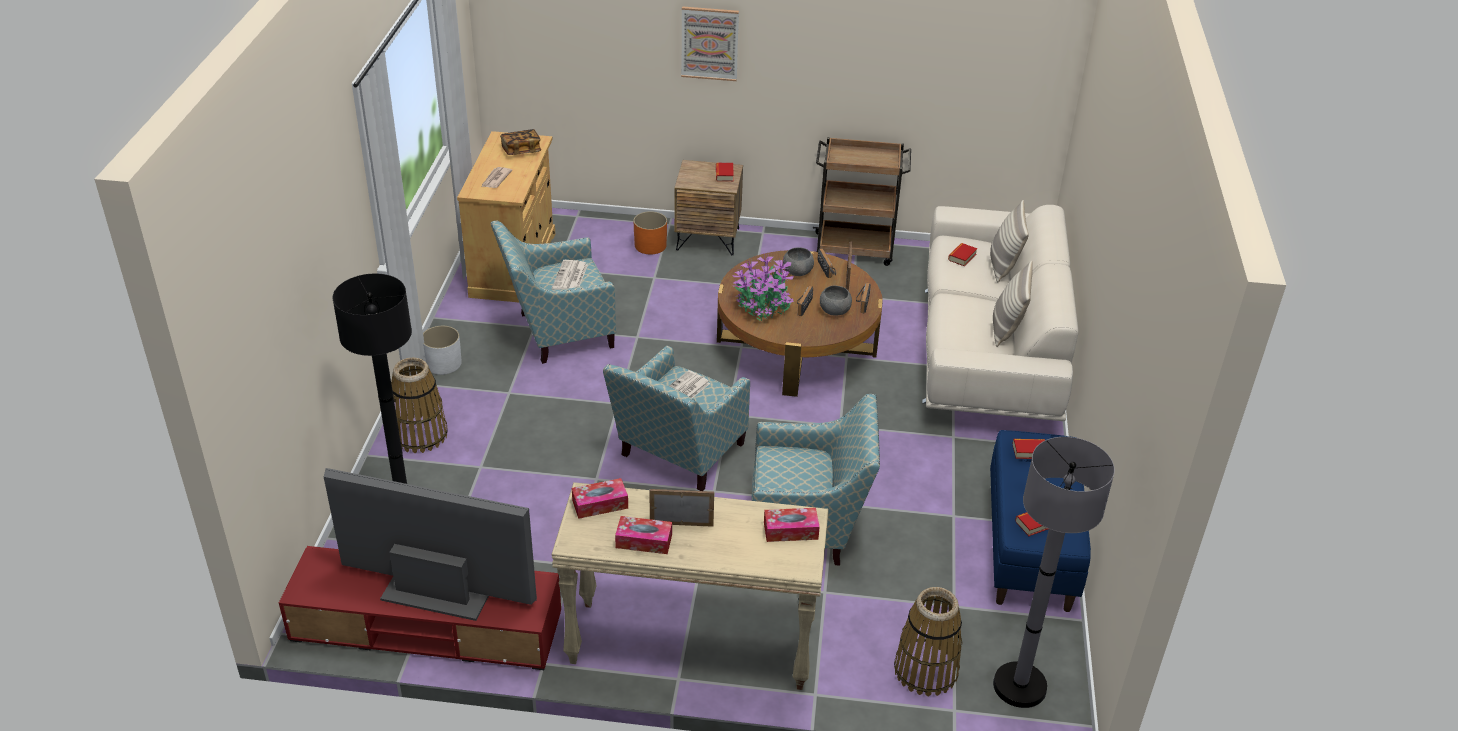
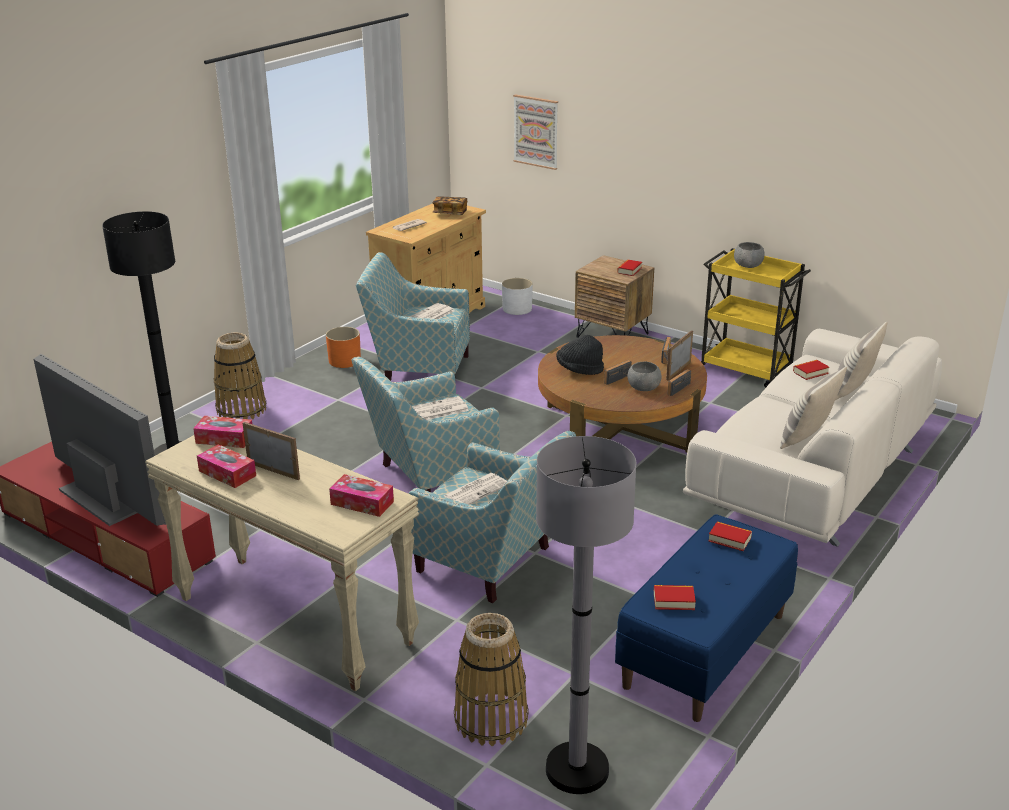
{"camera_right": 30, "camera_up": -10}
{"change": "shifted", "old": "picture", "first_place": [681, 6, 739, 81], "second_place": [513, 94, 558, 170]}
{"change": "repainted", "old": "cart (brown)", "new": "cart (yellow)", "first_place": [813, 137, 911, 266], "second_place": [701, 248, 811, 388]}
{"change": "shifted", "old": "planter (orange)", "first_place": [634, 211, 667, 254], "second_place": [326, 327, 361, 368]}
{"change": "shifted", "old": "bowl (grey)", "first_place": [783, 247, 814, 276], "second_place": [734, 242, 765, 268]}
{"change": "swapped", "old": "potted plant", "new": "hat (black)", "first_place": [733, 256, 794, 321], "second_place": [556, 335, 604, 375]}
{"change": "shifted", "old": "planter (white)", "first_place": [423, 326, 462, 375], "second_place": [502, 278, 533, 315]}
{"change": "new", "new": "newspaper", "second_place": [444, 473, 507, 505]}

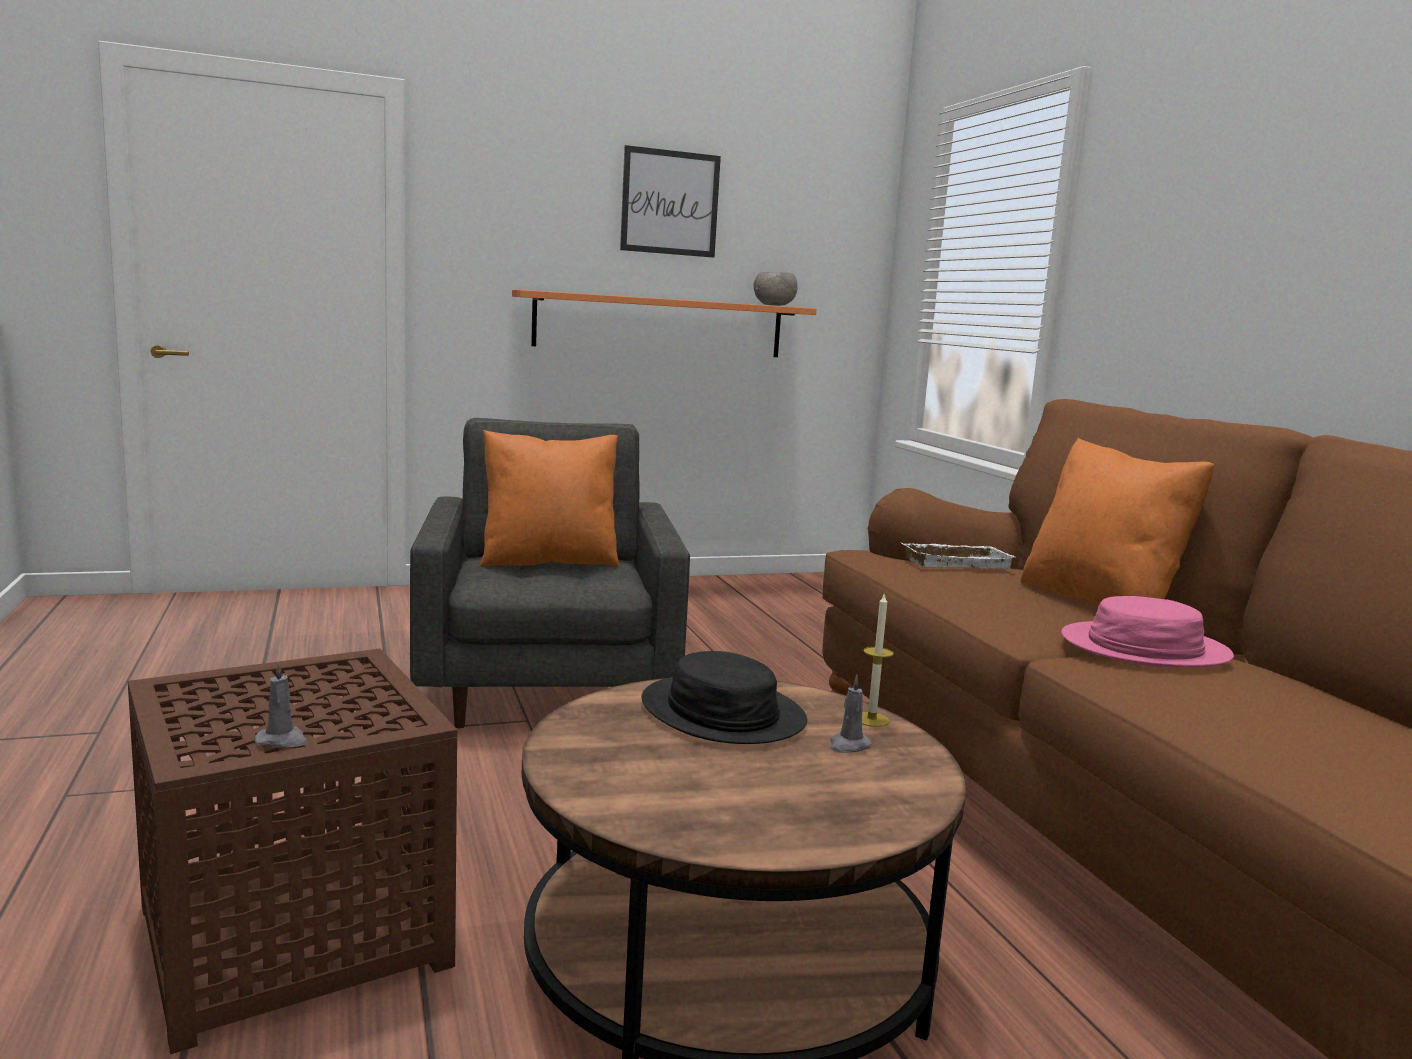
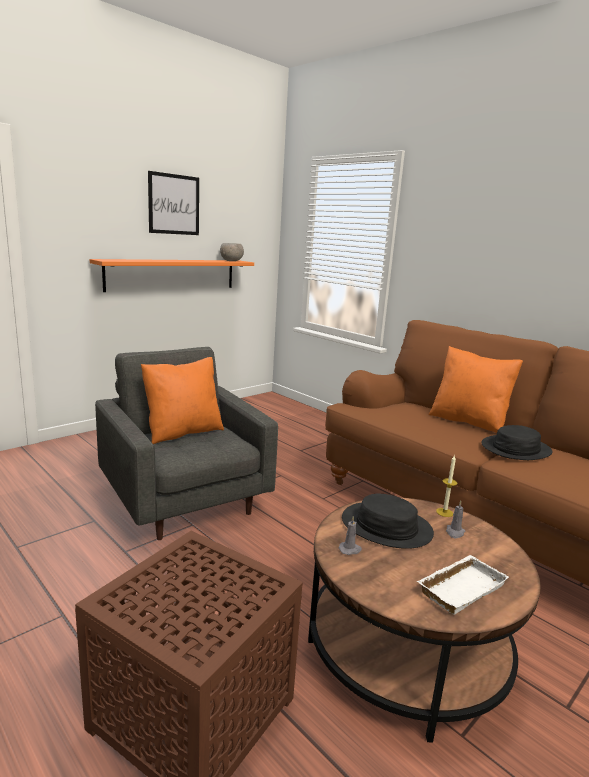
{"camera_right": -25, "camera_up": 5}
{"change": "shifted", "old": "tray (white)", "first_place": [902, 543, 1015, 569], "second_place": [417, 555, 509, 615]}
{"change": "repainted", "old": "hat (pink)", "new": "hat (black)", "first_place": [1061, 596, 1234, 667], "second_place": [481, 425, 552, 460]}
{"change": "shifted", "old": "candle (grey)", "first_place": [255, 661, 308, 748], "second_place": [338, 516, 362, 555]}

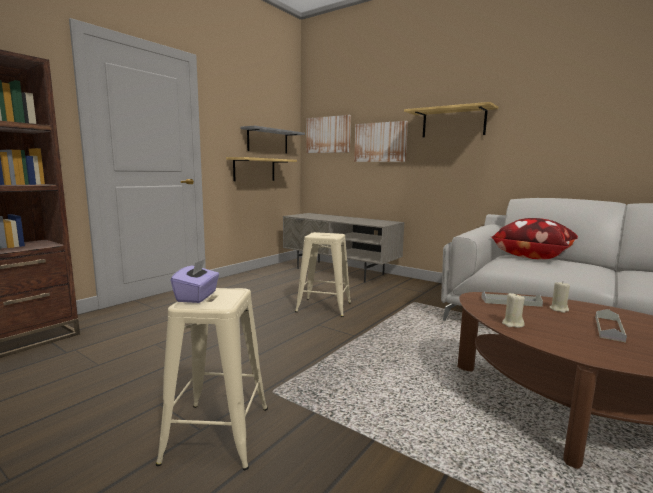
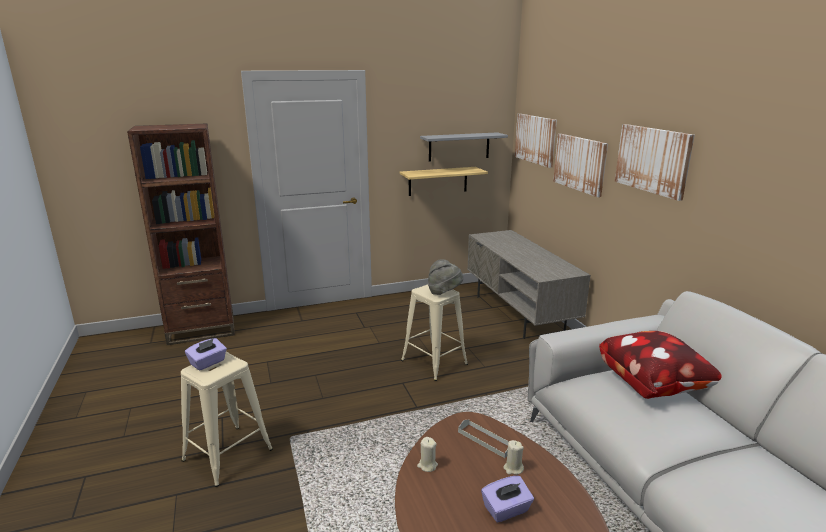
{"camera_right": 35, "camera_up": 10}
{"change": "swapped", "old": "shelf", "new": "picture", "first_place": [404, 102, 498, 137], "second_place": [615, 124, 695, 201]}
{"change": "swapped", "old": "tray (grey)", "new": "tissue box (purple)", "first_place": [595, 309, 627, 342], "second_place": [481, 476, 534, 523]}
{"change": "new", "new": "hat (grey)", "second_place": [428, 259, 463, 295]}

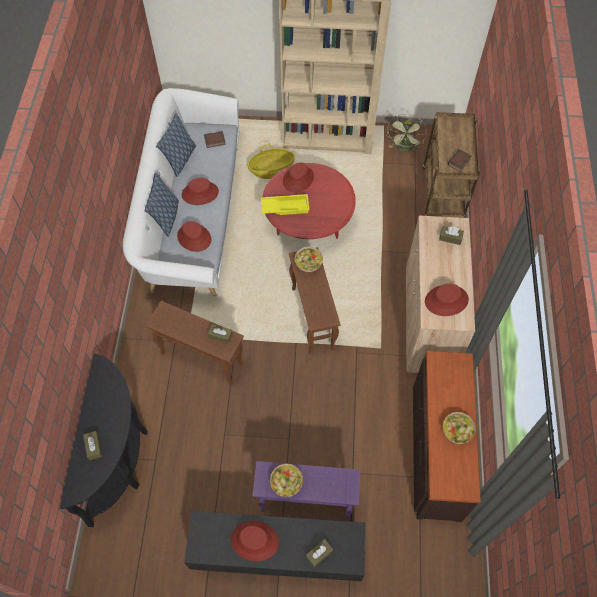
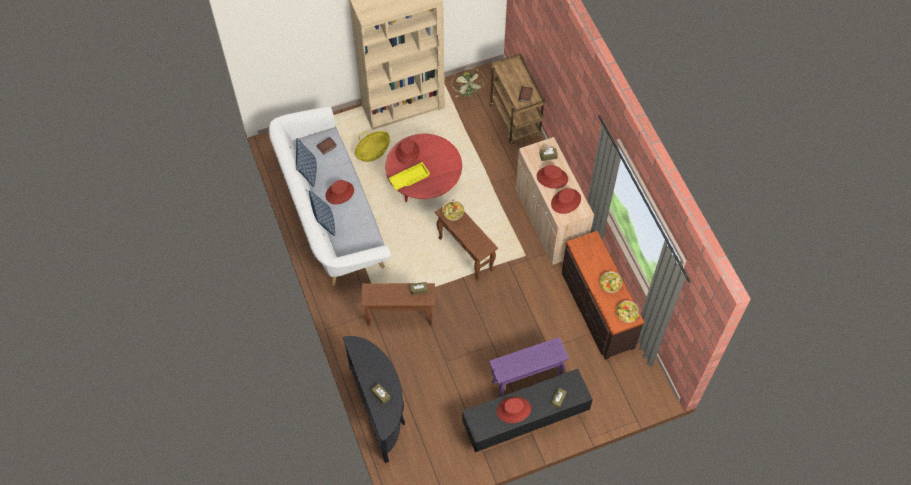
{"camera_right": -25, "camera_up": 0}
{"change": "shifted", "old": "hat (red)", "first_place": [177, 221, 211, 252], "second_place": [537, 165, 568, 189]}
{"change": "shifted", "old": "bowl", "first_place": [270, 464, 303, 497], "second_place": [616, 301, 640, 323]}

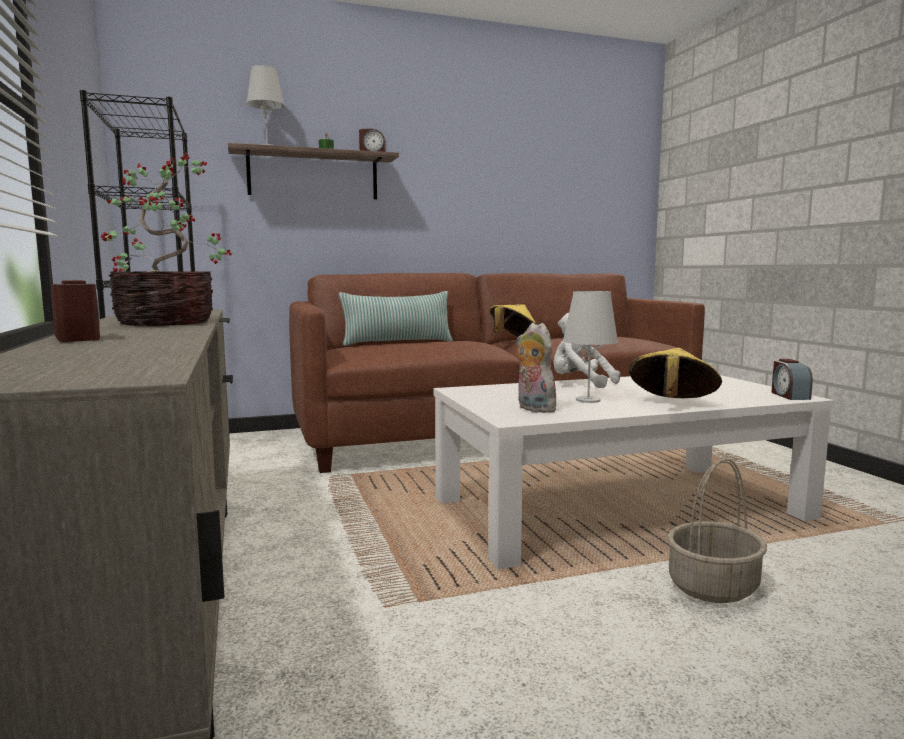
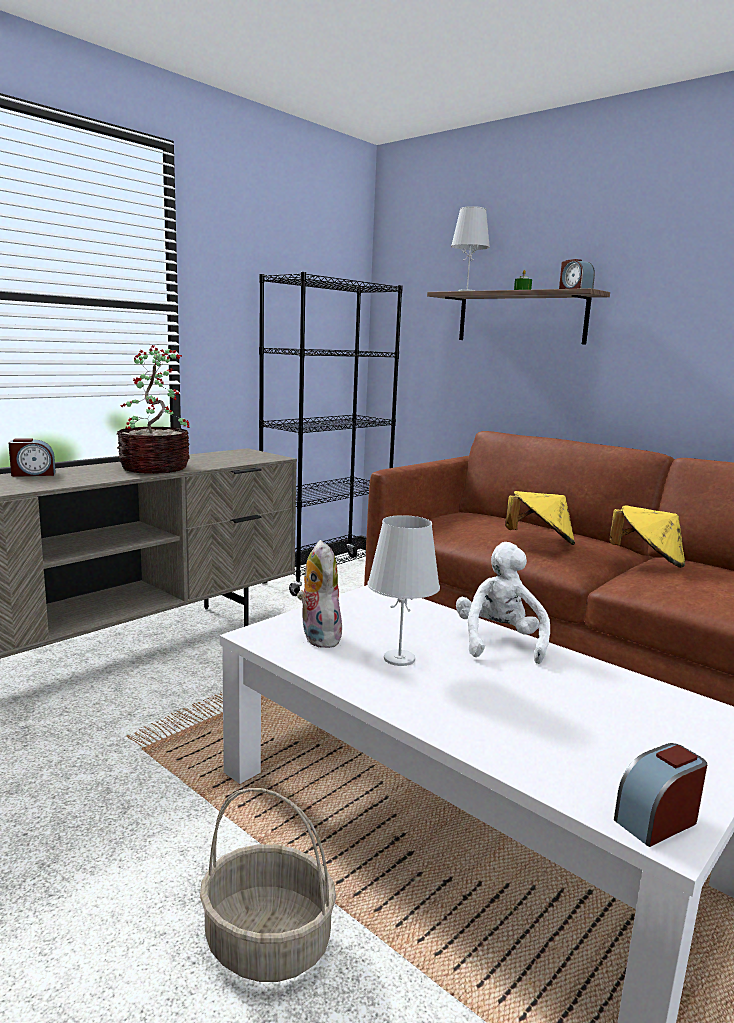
{"camera_right": 60, "camera_up": 5}
{"change": "rotated", "old": "alarm clock", "first_place": [51, 280, 100, 342], "second_place": [9, 438, 56, 477], "degrees": 45}
{"change": "gone", "old": "pillow", "first_place": [339, 291, 453, 346]}
{"change": "rotated", "old": "plush toy", "first_place": [517, 323, 556, 413], "second_place": [297, 540, 342, 648], "degrees": -45}
{"change": "shifted", "old": "hat (yellow)", "first_place": [629, 348, 722, 398], "second_place": [505, 491, 575, 545]}

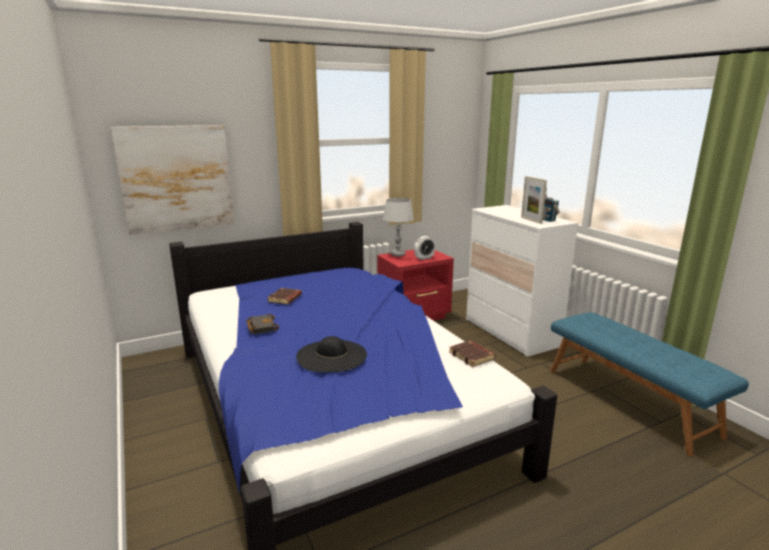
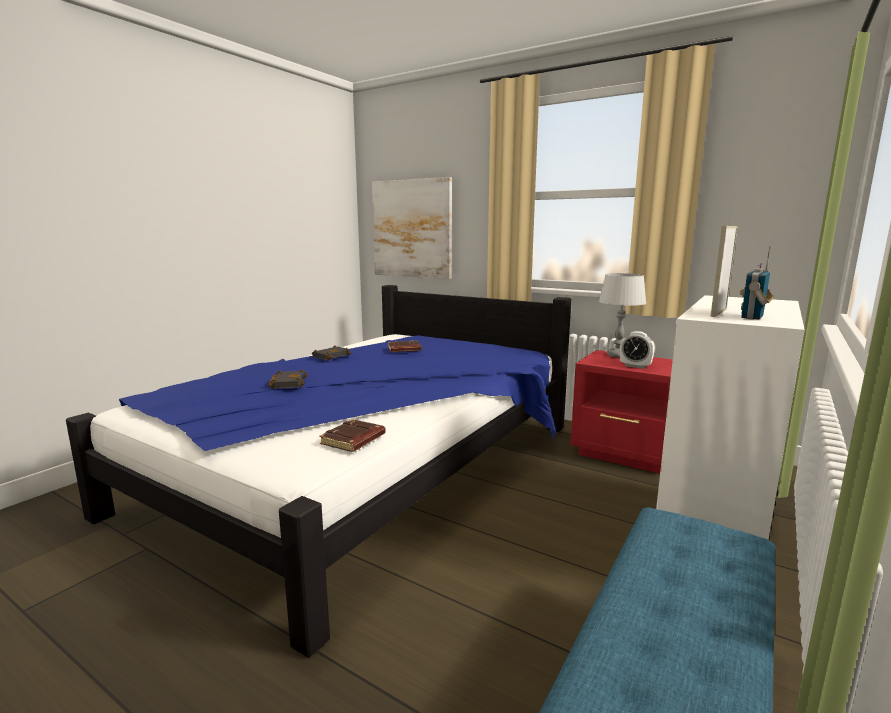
{"camera_right": 60, "camera_up": -5}
{"change": "swapped", "old": "hat (black)", "new": "book (black)", "first_place": [296, 336, 367, 373], "second_place": [268, 370, 308, 389]}

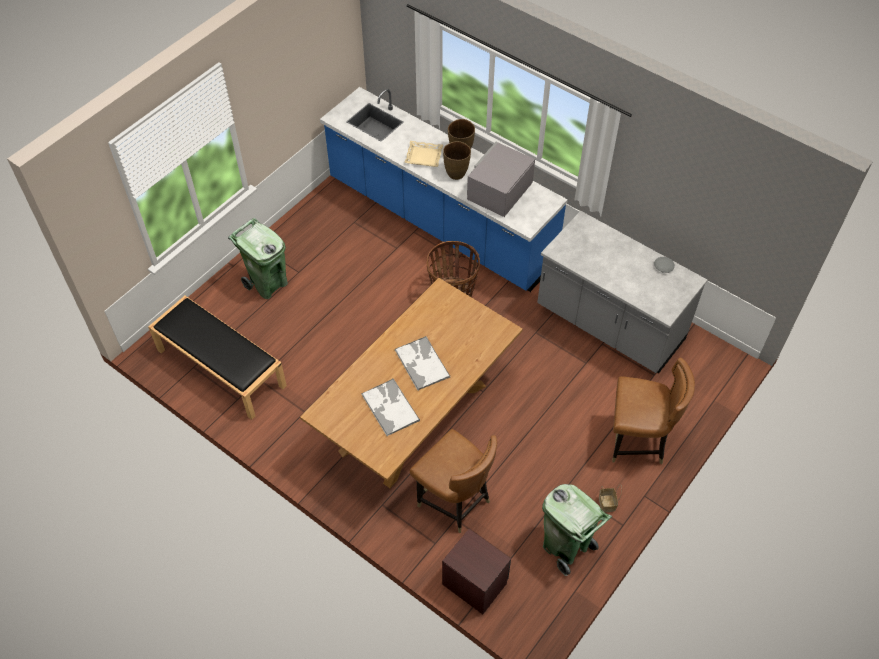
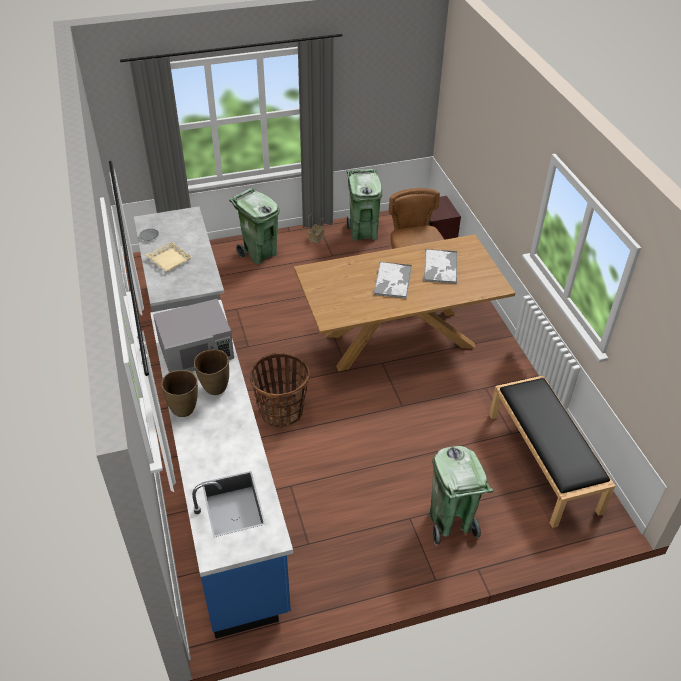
{"camera_right": -145, "camera_up": -10}
{"change": "shifted", "old": "tray (beige)", "first_place": [404, 141, 443, 167], "second_place": [145, 241, 192, 272]}
{"change": "swapped", "old": "chair (brown)", "new": "trash can (green)", "first_place": [612, 358, 695, 464], "second_place": [229, 188, 280, 265]}

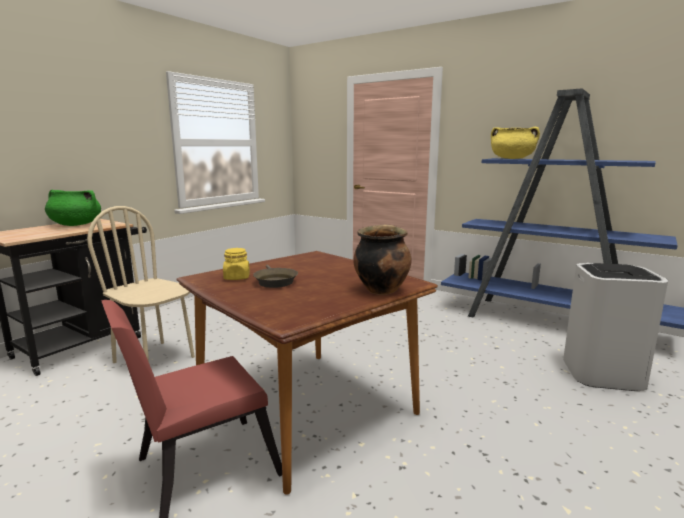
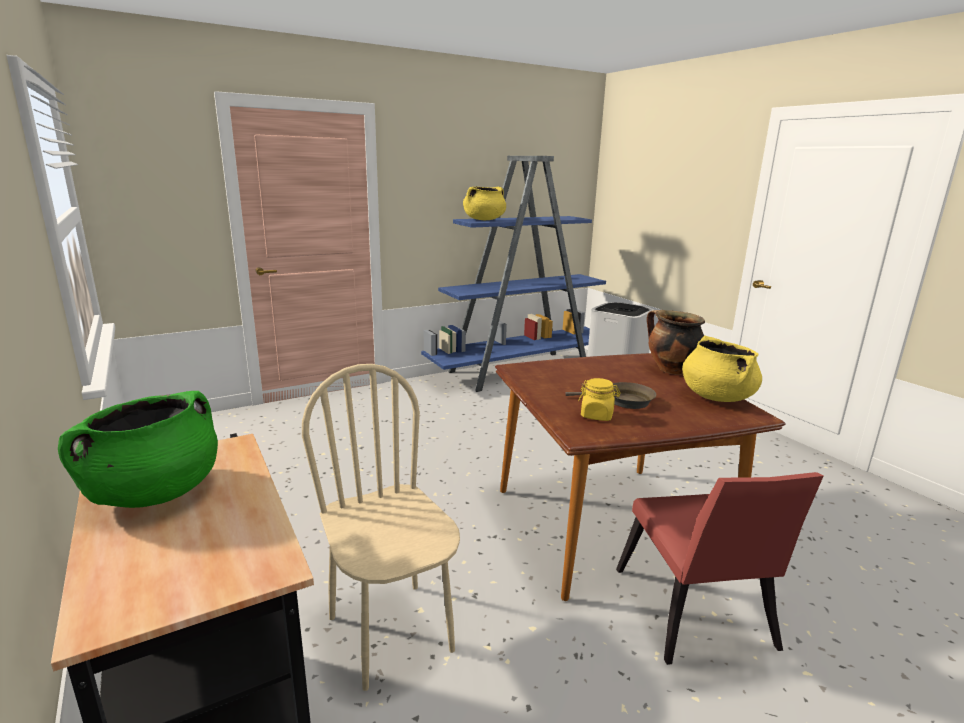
{"camera_right": -65, "camera_up": 5}
{"change": "rotated", "old": "chair (beige)", "first_place": [87, 206, 195, 363], "second_place": [302, 364, 460, 691], "degrees": 90}
{"change": "new", "new": "cooking pot (yellow)", "second_place": [682, 336, 762, 402]}

